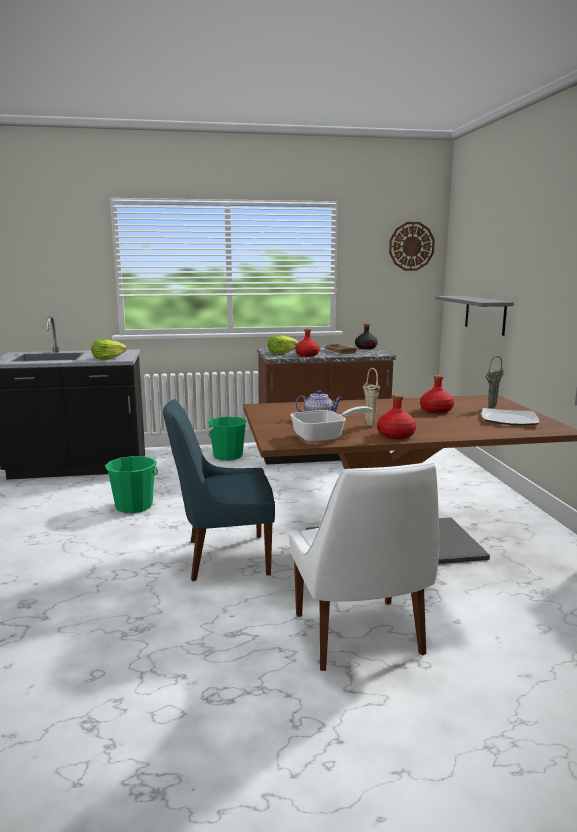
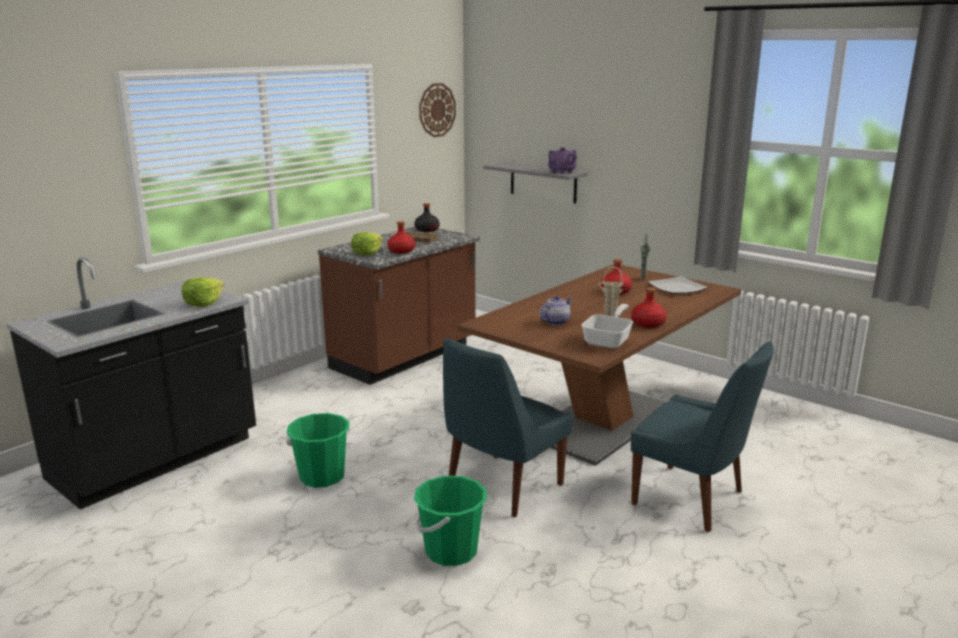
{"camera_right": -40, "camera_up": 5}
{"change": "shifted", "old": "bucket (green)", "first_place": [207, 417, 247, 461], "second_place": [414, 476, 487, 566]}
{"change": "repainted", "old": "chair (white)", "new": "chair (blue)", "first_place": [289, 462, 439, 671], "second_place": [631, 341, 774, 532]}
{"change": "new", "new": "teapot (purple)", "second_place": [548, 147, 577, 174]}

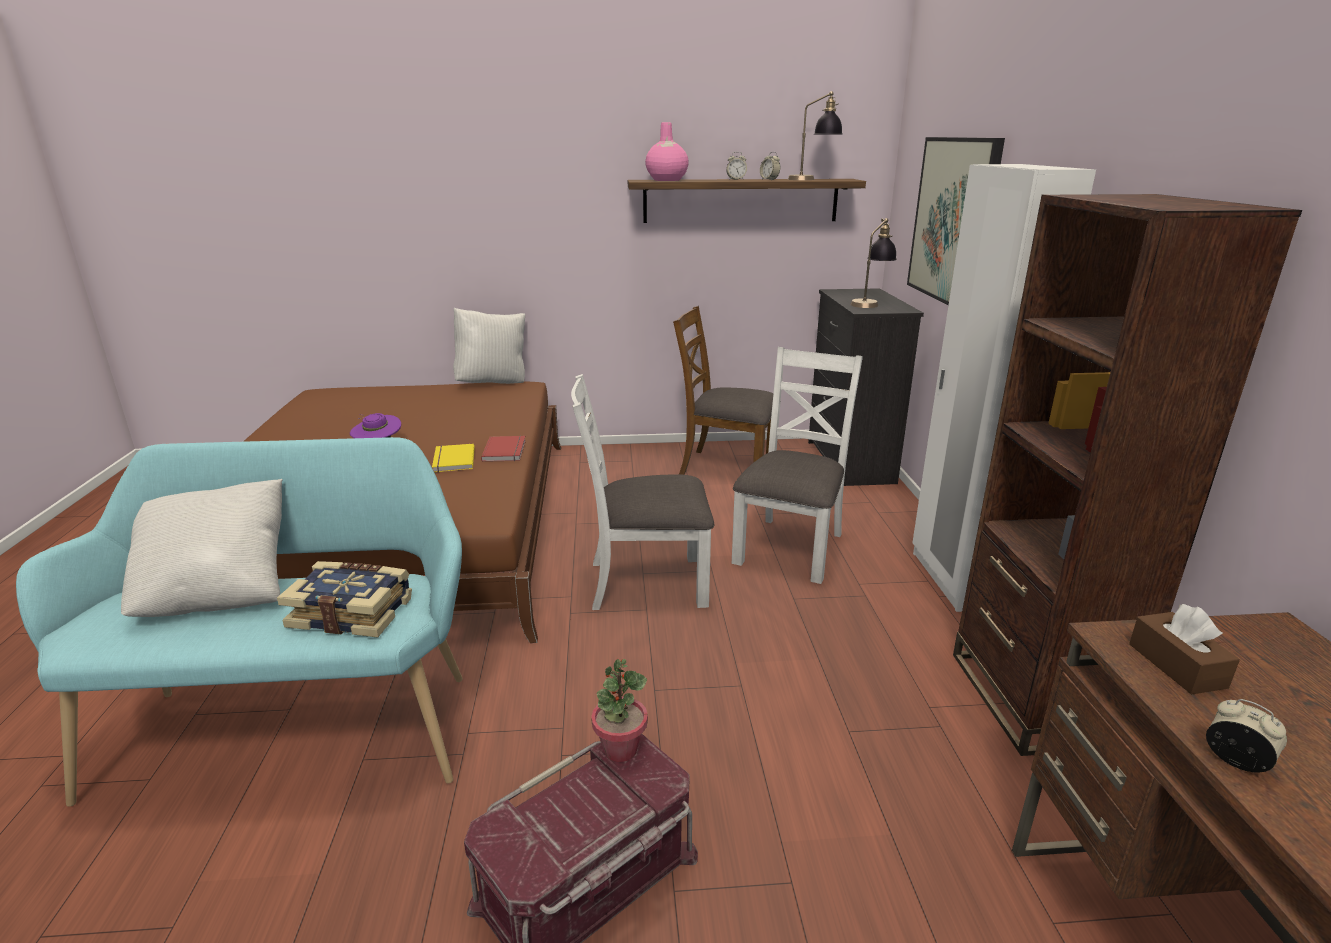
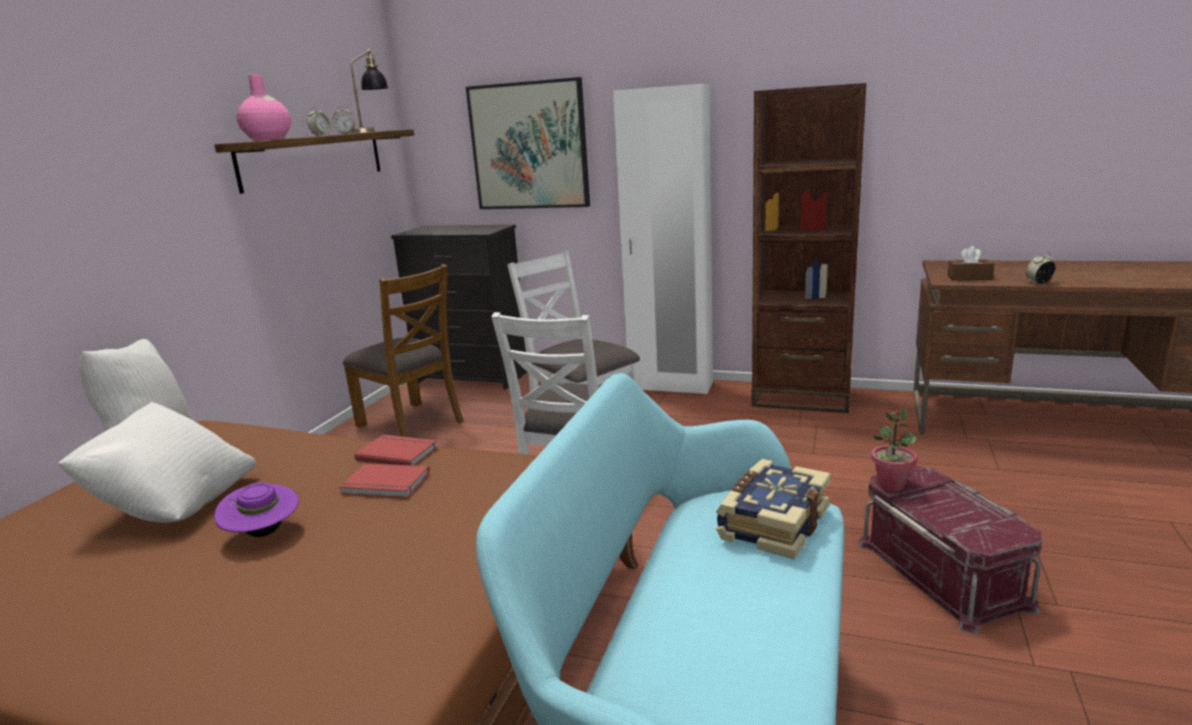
{"camera_right": -65, "camera_up": -5}
{"change": "gone", "old": "table lamp", "first_place": [850, 218, 897, 308]}
{"change": "rotated", "old": "chair (brown)", "first_place": [673, 306, 773, 475], "second_place": [343, 264, 464, 437], "degrees": -90}
{"change": "repainted", "old": "book (yellow)", "new": "book (red)", "first_place": [432, 444, 475, 472], "second_place": [339, 463, 430, 498]}
{"change": "shifted", "old": "pillow (white)", "first_place": [121, 479, 283, 617], "second_place": [58, 402, 257, 522]}

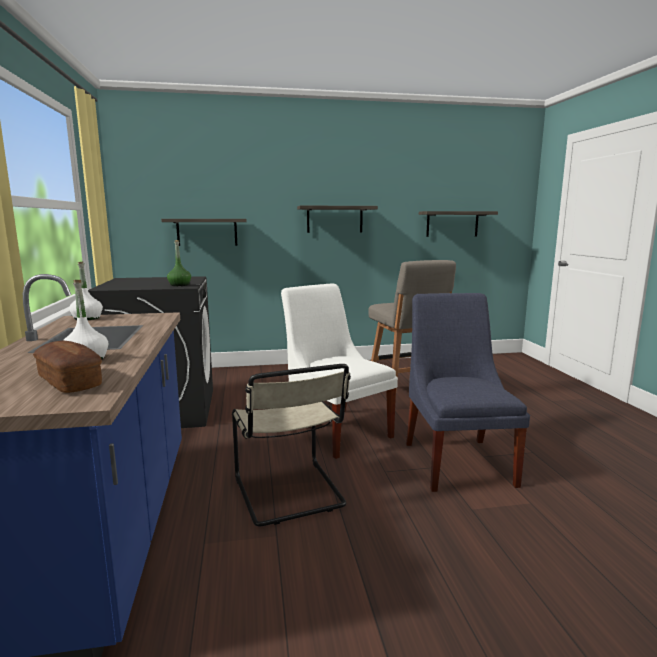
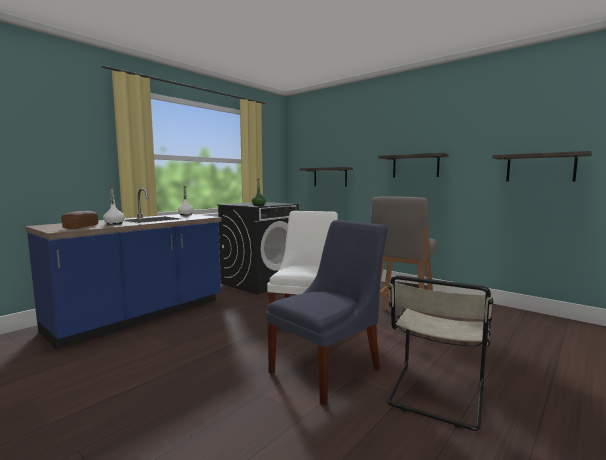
{"camera_right": 50, "camera_up": -5}
{"change": "shifted", "old": "chair (beige)", "first_place": [232, 364, 351, 527], "second_place": [387, 275, 494, 431]}

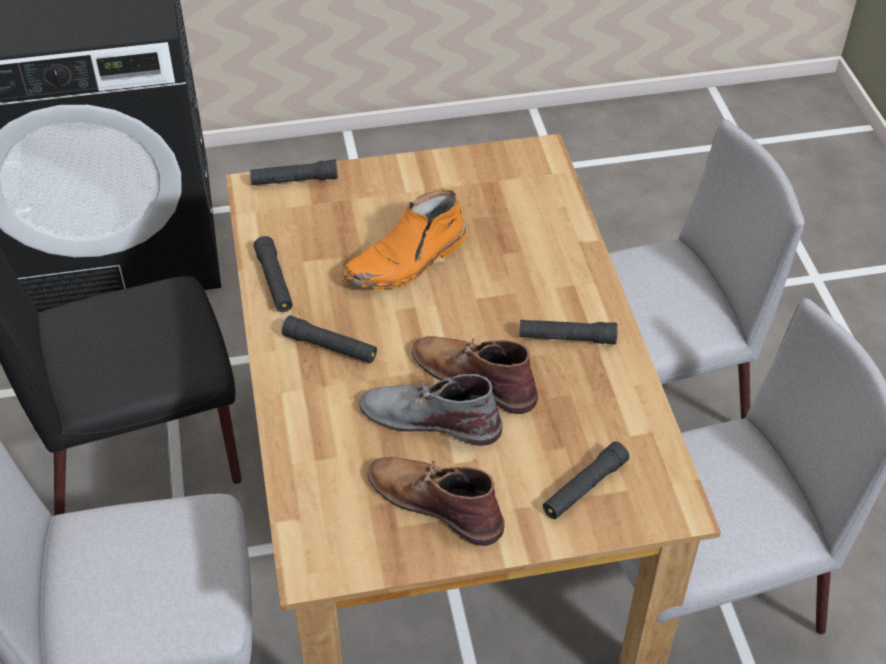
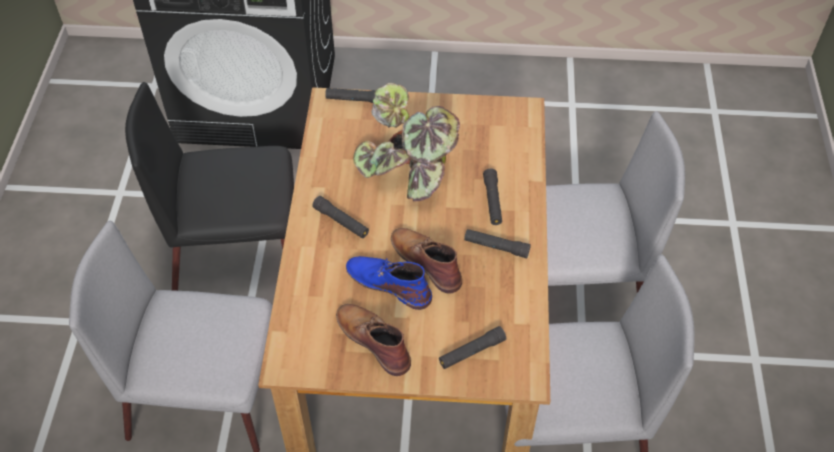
{"camera_right": 15, "camera_up": 5}
{"change": "swapped", "old": "boot (orange)", "new": "potted plant", "first_place": [342, 190, 467, 289], "second_place": [353, 83, 460, 201]}
{"change": "shifted", "old": "flashlight (black)", "first_place": [254, 236, 293, 312], "second_place": [483, 169, 502, 225]}
{"change": "repainted", "old": "boot (grey)", "new": "boot (blue)", "first_place": [359, 374, 502, 446], "second_place": [346, 256, 432, 310]}

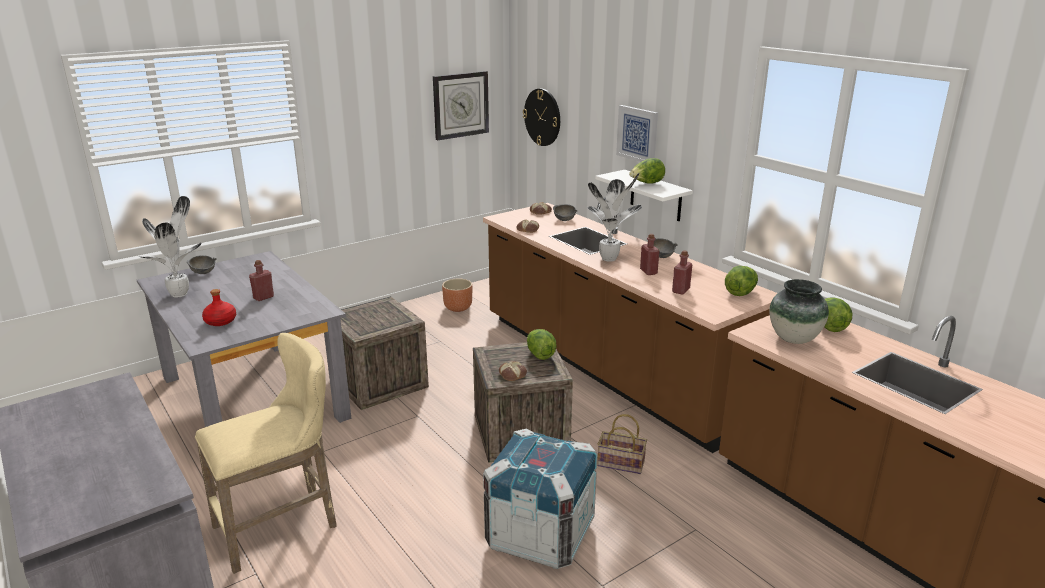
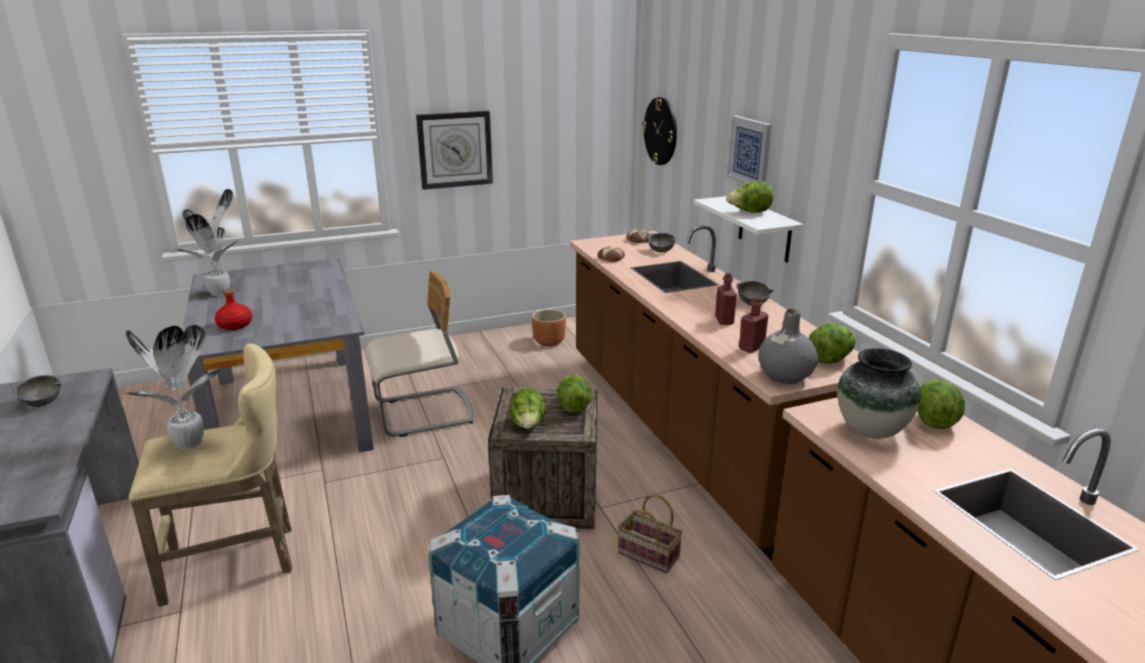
{"camera_right": 15, "camera_up": 0}
{"change": "shifted", "old": "wall clock", "first_place": [433, 71, 489, 140], "second_place": [416, 111, 493, 190]}
{"change": "shifted", "old": "potted plant", "first_place": [587, 173, 642, 262], "second_place": [126, 325, 222, 449]}
{"change": "shifted", "old": "bowl (grey)", "first_place": [187, 255, 217, 274], "second_place": [12, 375, 62, 407]}
{"change": "gone", "old": "bottle (red)", "first_place": [249, 260, 274, 301]}
{"change": "swapped", "old": "crate", "new": "chair (beige)", "first_place": [340, 296, 429, 410], "second_place": [365, 271, 473, 437]}
{"change": "swapped", "old": "bread", "new": "lettuce", "first_place": [499, 361, 527, 381], "second_place": [510, 388, 546, 429]}
{"change": "new", "new": "vase (grey)", "second_place": [758, 309, 818, 384]}

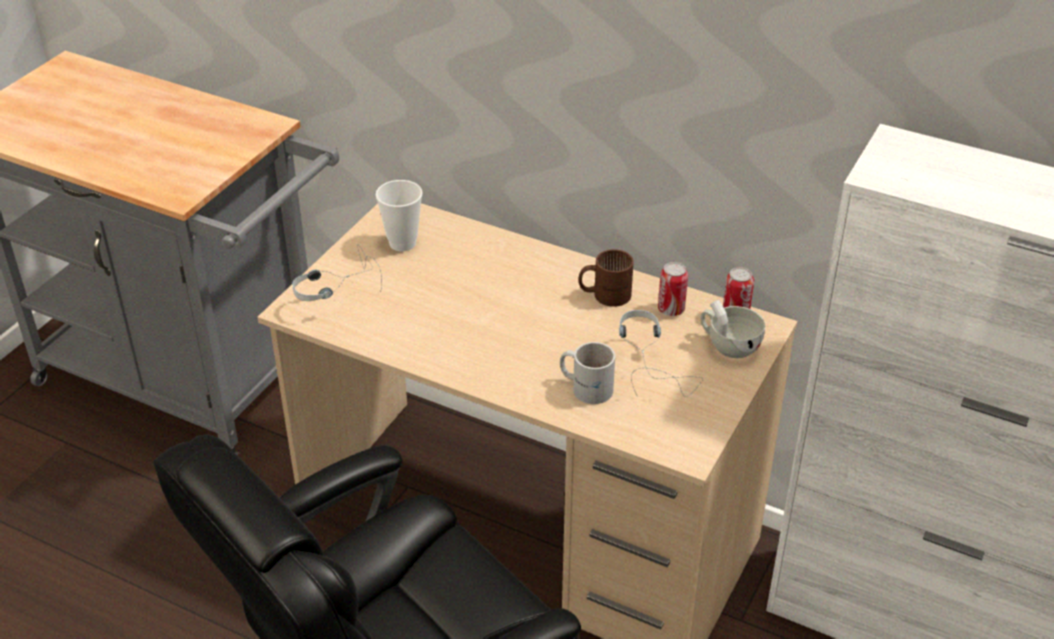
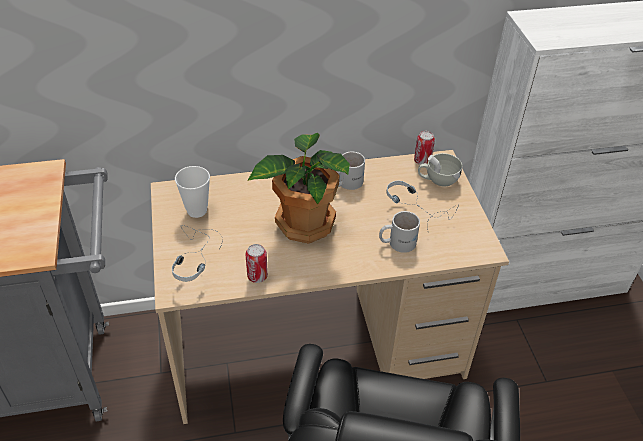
{"camera_right": -40, "camera_up": 5}
{"change": "repainted", "old": "mug (brown)", "new": "mug (white)", "first_place": [578, 249, 634, 307], "second_place": [336, 152, 365, 190]}
{"change": "shifted", "old": "can", "first_place": [658, 262, 688, 316], "second_place": [246, 244, 268, 283]}
{"change": "new", "new": "potted plant", "second_place": [248, 133, 350, 244]}

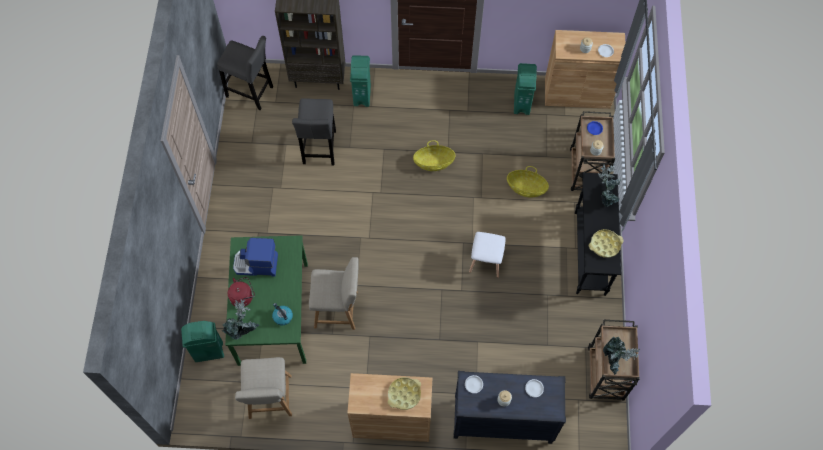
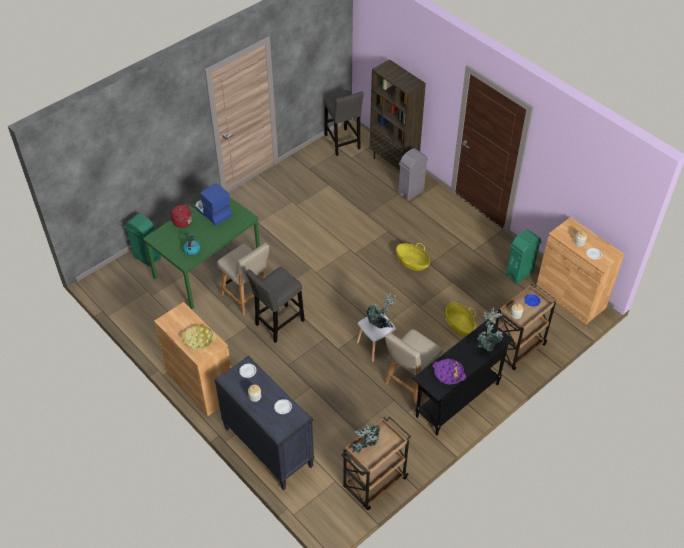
{"camera_right": 45, "camera_up": -15}
{"change": "repainted", "old": "trash can (green)", "new": "trash can (grey)", "first_place": [350, 55, 371, 107], "second_place": [398, 148, 428, 201]}
{"change": "shifted", "old": "stool (grey)", "first_place": [292, 98, 336, 165], "second_place": [245, 267, 305, 343]}
{"change": "repainted", "old": "tray (yellow)", "new": "tray (purple)", "first_place": [589, 229, 624, 258], "second_place": [433, 359, 466, 385]}
{"change": "shifted", "old": "potted plant", "first_place": [222, 299, 259, 340], "second_place": [366, 293, 396, 329]}
{"change": "shifted", "old": "chair (beige)", "first_place": [235, 357, 292, 419], "second_place": [385, 329, 442, 405]}

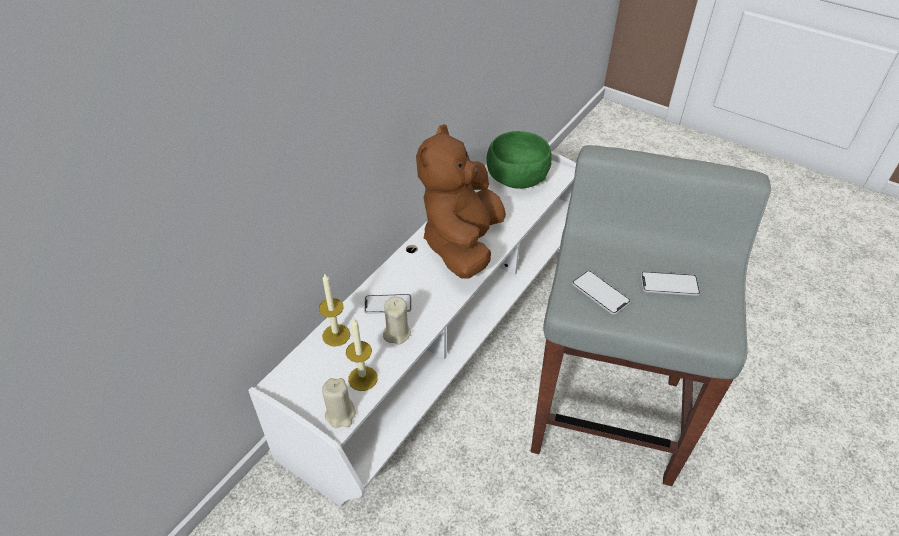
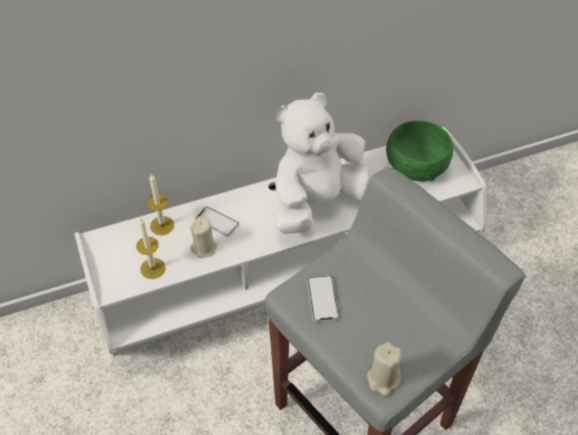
{"camera_right": 35, "camera_up": 5}
{"change": "repainted", "old": "plush toy (brown)", "new": "plush toy (white)", "first_place": [416, 124, 506, 279], "second_place": [274, 93, 369, 234]}
{"change": "gone", "old": "phone", "first_place": [640, 271, 700, 296]}
{"change": "shifted", "old": "candle (beige)", "first_place": [322, 378, 356, 428], "second_place": [367, 342, 402, 396]}

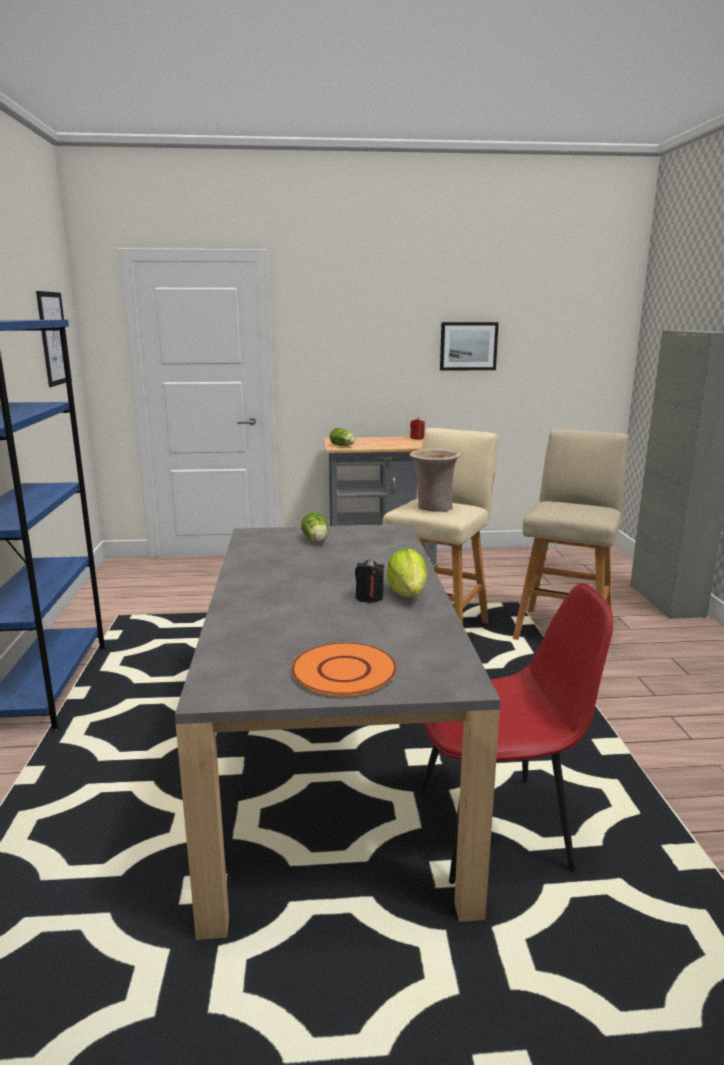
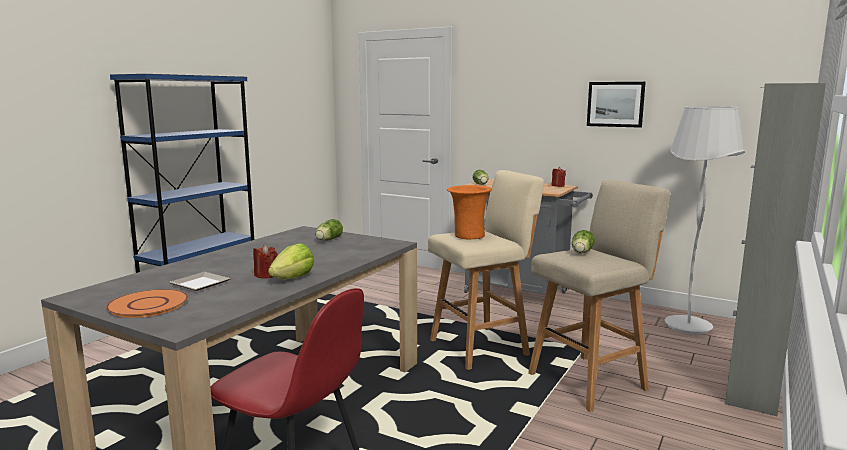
{"camera_right": 35, "camera_up": -5}
{"change": "gone", "old": "picture", "first_place": [36, 291, 72, 387]}
{"change": "repainted", "old": "vase (beige)", "new": "vase (orange)", "first_place": [410, 449, 462, 512], "second_place": [447, 185, 492, 240]}
{"change": "repainted", "old": "candle (black)", "new": "candle (red)", "first_place": [355, 559, 384, 603], "second_place": [253, 245, 278, 278]}
{"change": "new", "new": "floor lamp (white)", "second_place": [665, 106, 745, 335]}
{"change": "new", "new": "lettuce", "second_place": [572, 230, 595, 253]}
{"change": "new", "new": "plate", "second_place": [169, 272, 231, 291]}

